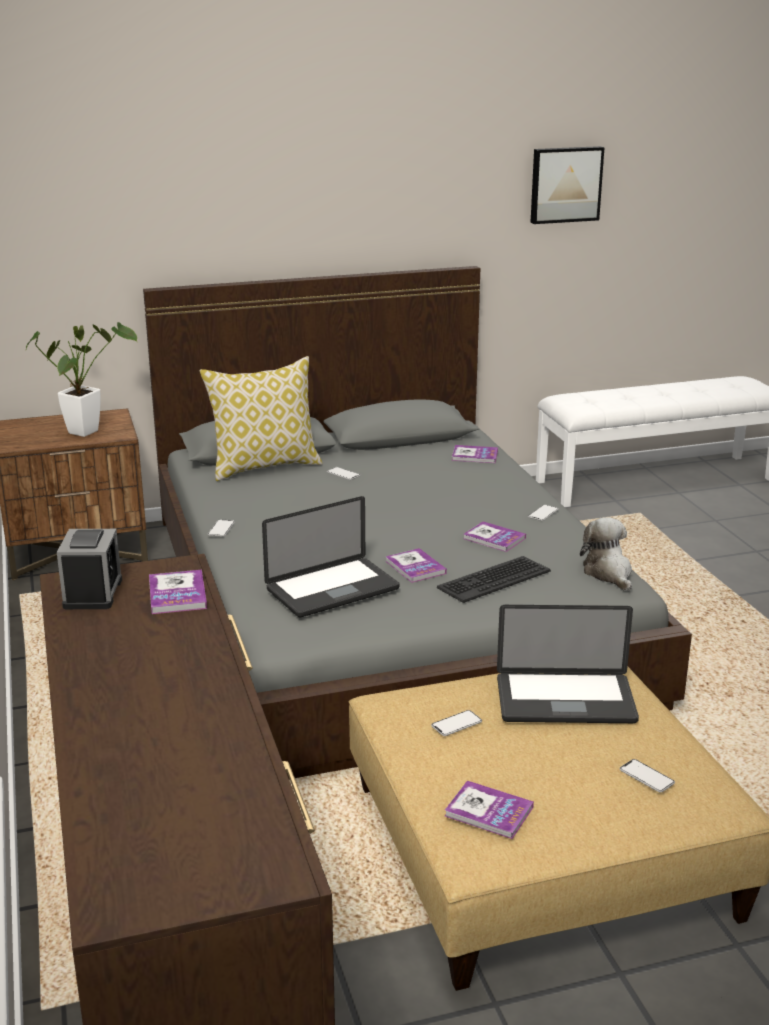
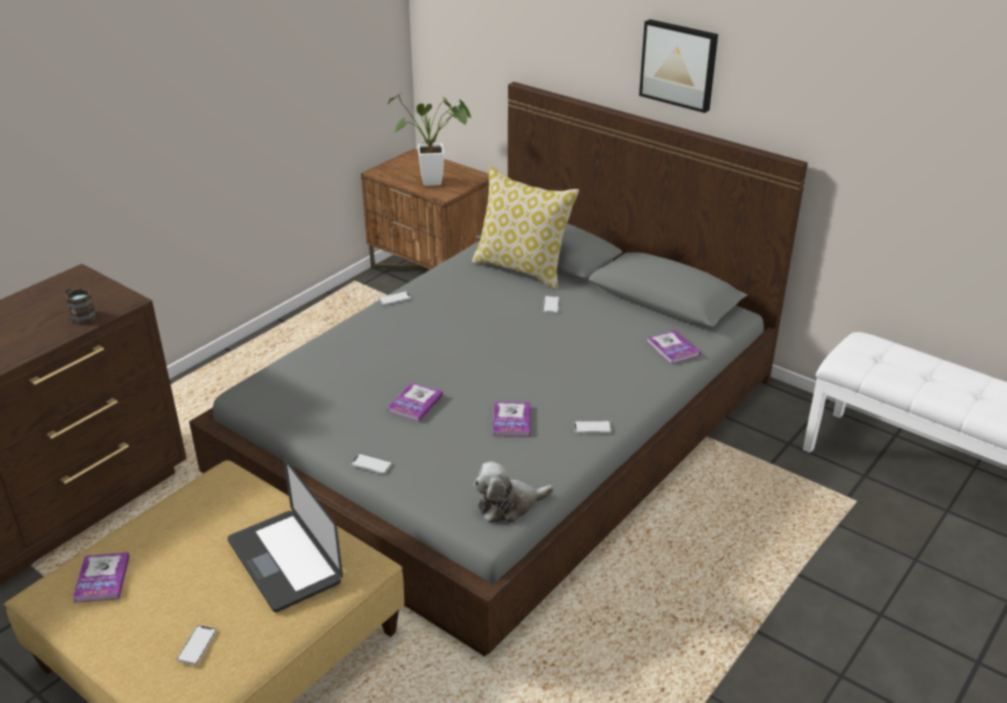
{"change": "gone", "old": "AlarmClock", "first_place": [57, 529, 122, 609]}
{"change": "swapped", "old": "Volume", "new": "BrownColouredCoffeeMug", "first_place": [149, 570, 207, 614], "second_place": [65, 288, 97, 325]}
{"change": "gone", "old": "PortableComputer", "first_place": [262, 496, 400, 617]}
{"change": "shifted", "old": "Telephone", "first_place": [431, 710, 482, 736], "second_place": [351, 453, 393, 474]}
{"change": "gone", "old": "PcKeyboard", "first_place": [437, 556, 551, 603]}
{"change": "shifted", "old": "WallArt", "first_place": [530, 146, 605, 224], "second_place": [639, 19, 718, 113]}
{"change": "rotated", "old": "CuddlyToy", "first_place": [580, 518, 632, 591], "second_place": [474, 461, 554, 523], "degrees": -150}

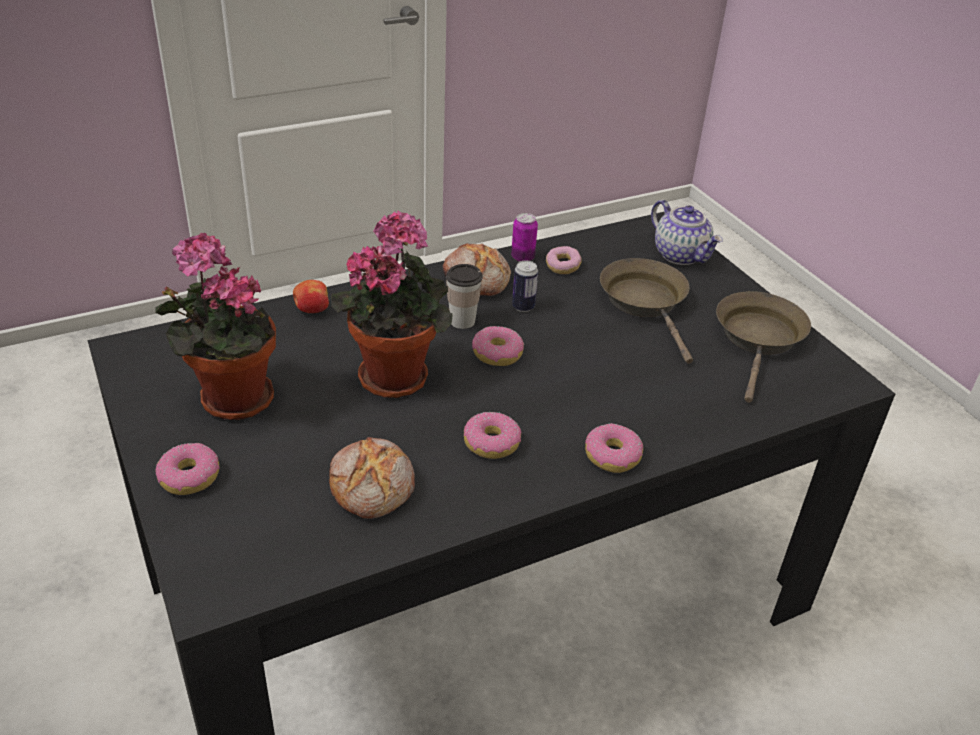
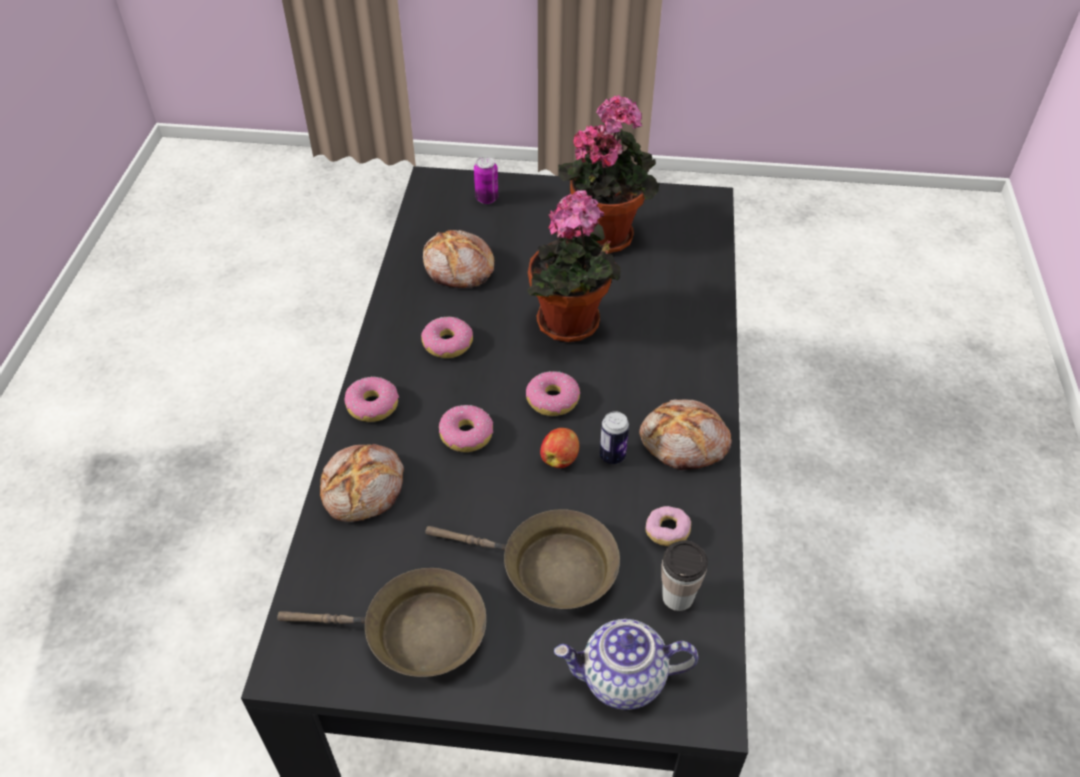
{"change": "shifted", "old": "Doughnut", "first_place": [156, 443, 220, 495], "second_place": [439, 405, 493, 452]}
{"change": "shifted", "old": "WholeApple", "first_place": [293, 280, 329, 313], "second_place": [540, 428, 579, 468]}
{"change": "shifted", "old": "Cup", "first_place": [446, 264, 483, 329], "second_place": [662, 541, 708, 611]}
{"change": "shifted", "old": "SealedCan", "first_place": [511, 213, 538, 262], "second_place": [474, 157, 498, 204]}
{"change": "rotated", "old": "BrownColouredFryingPan", "first_place": [716, 291, 811, 403], "second_place": [277, 568, 486, 677], "degrees": -45}
{"change": "new", "new": "Bread", "second_place": [320, 444, 404, 522]}

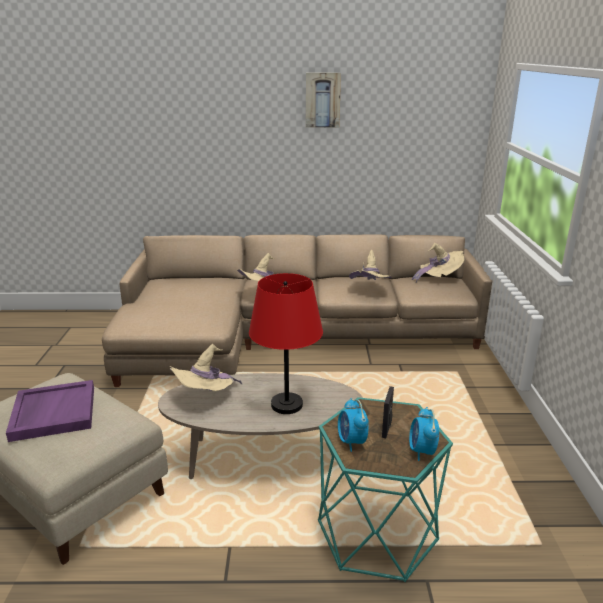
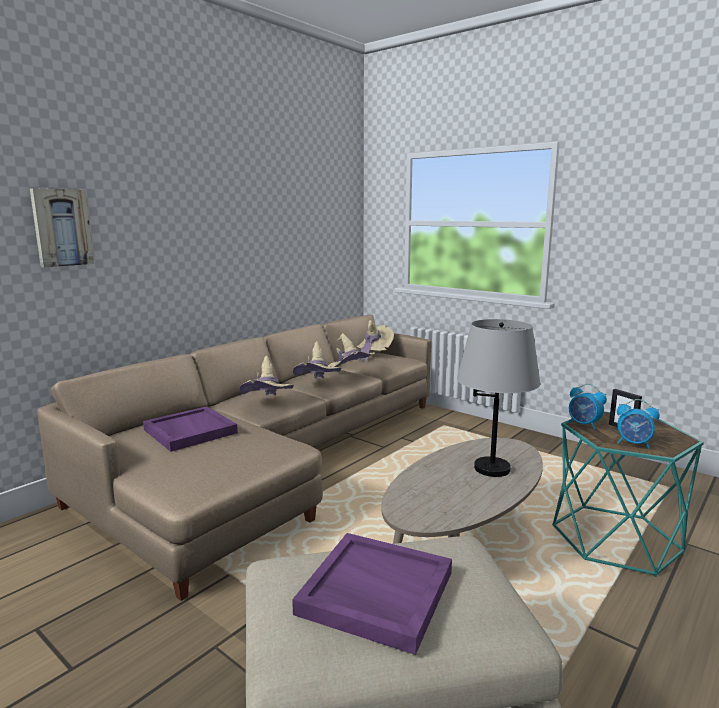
{"change": "shifted", "old": "BeigeClothingHat", "first_place": [170, 344, 242, 391], "second_place": [293, 341, 341, 379]}
{"change": "repainted", "old": "ReddishTableLamp", "new": "GrayTableLamp", "first_place": [249, 273, 323, 414], "second_place": [457, 319, 540, 477]}
{"change": "shifted", "old": "WallArt", "first_place": [306, 73, 341, 127], "second_place": [30, 188, 94, 268]}
{"change": "shifted", "old": "AlarmClock", "first_place": [409, 407, 439, 461], "second_place": [568, 384, 607, 430]}
{"change": "new", "new": "PurplishTray", "second_place": [143, 406, 238, 452]}

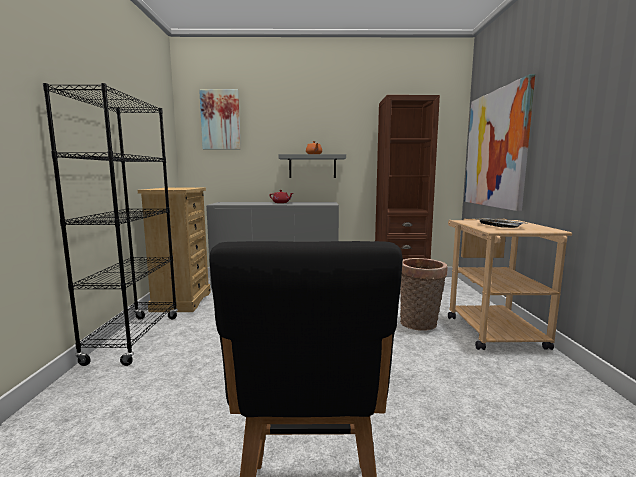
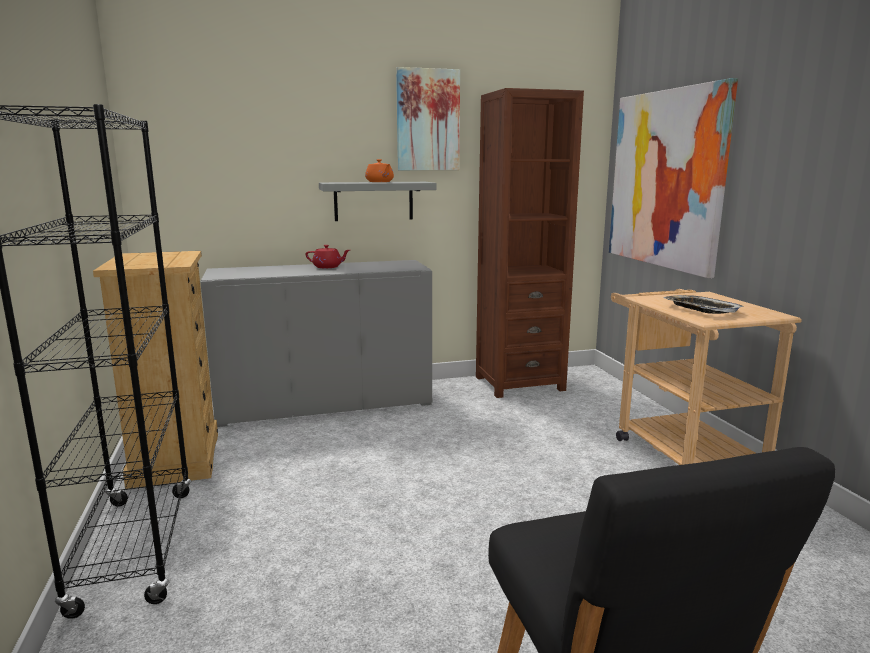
{"change": "shifted", "old": "WallArt", "first_place": [199, 89, 241, 149], "second_place": [396, 67, 460, 170]}
{"change": "gone", "old": "HouseholdBasket", "first_place": [400, 258, 448, 331]}

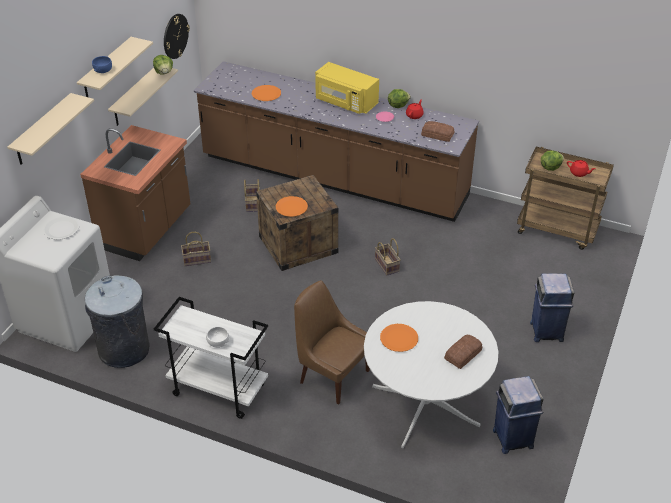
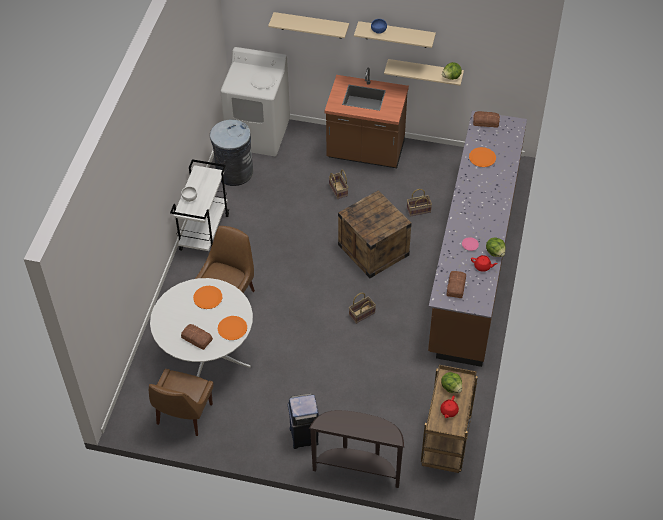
{"change": "gone", "old": "ClockOnTheWall", "first_place": [164, 14, 190, 59]}
{"change": "shifted", "old": "OrangePlate", "first_place": [276, 196, 308, 217], "second_place": [218, 316, 247, 340]}
{"change": "gone", "old": "YellowKitchenMicrowave", "first_place": [315, 62, 379, 114]}
{"change": "swapped", "old": "BlueColouredTrashCan", "new": "BrownColouredPlainChair", "first_place": [493, 376, 544, 454], "second_place": [149, 369, 213, 436]}
{"change": "new", "new": "BrownColouredConsoleTable", "second_place": [309, 410, 404, 488]}
{"change": "new", "new": "Bread", "second_place": [473, 111, 500, 128]}

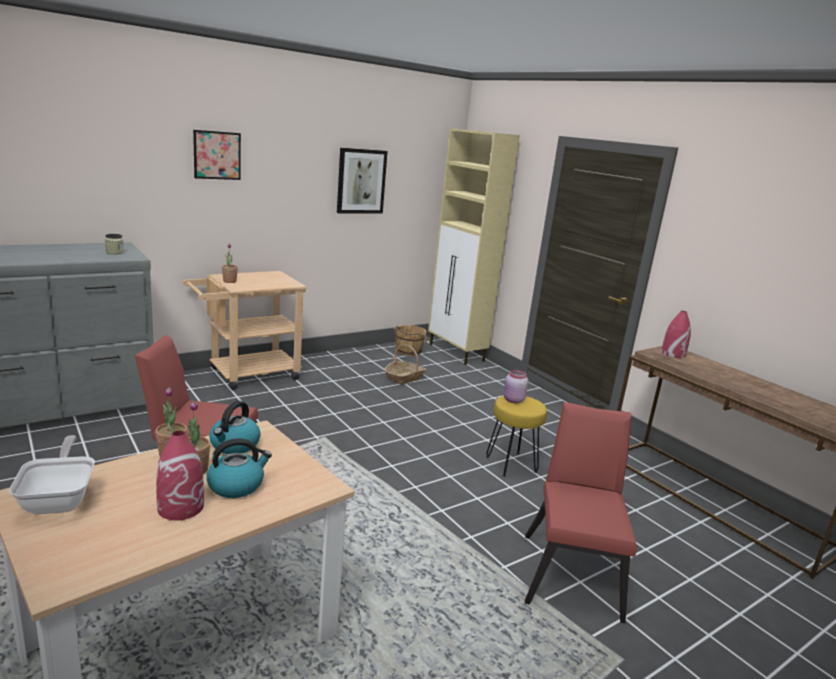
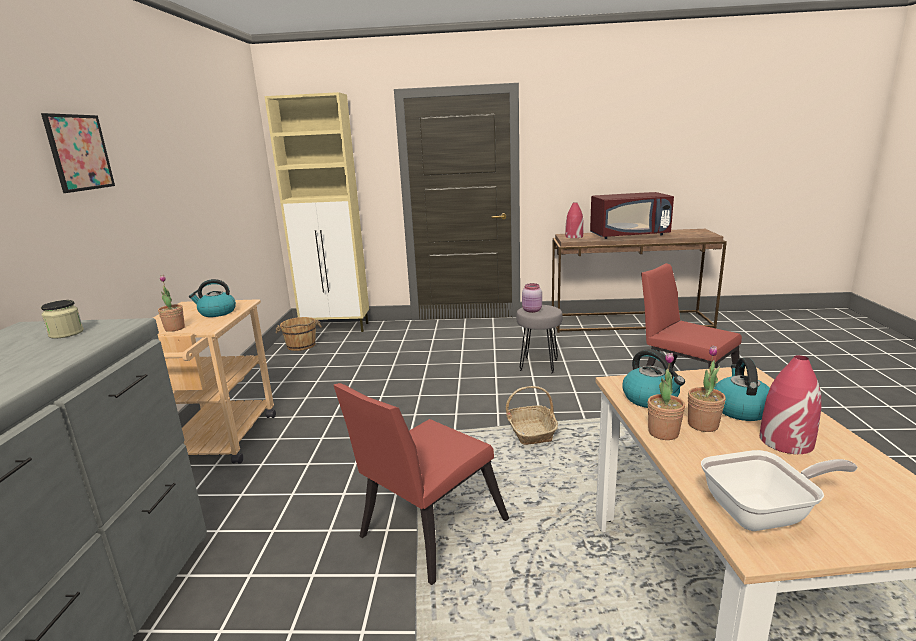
{"change": "rotated", "old": "FryingPan", "first_place": [9, 435, 95, 514], "second_place": [701, 450, 858, 531], "degrees": 150}
{"change": "gone", "old": "WallArt", "first_place": [337, 148, 388, 214]}
{"change": "shifted", "old": "HouseholdBasket", "first_place": [384, 344, 426, 385], "second_place": [506, 386, 558, 445]}
{"change": "repainted", "old": "YellowStool", "new": "GrayStool", "first_place": [486, 396, 547, 477], "second_place": [516, 305, 562, 374]}
{"change": "new", "new": "TeaKettle", "second_place": [189, 279, 236, 317]}
{"change": "new", "new": "ReddishKitchenMicrowave", "second_place": [590, 192, 674, 239]}

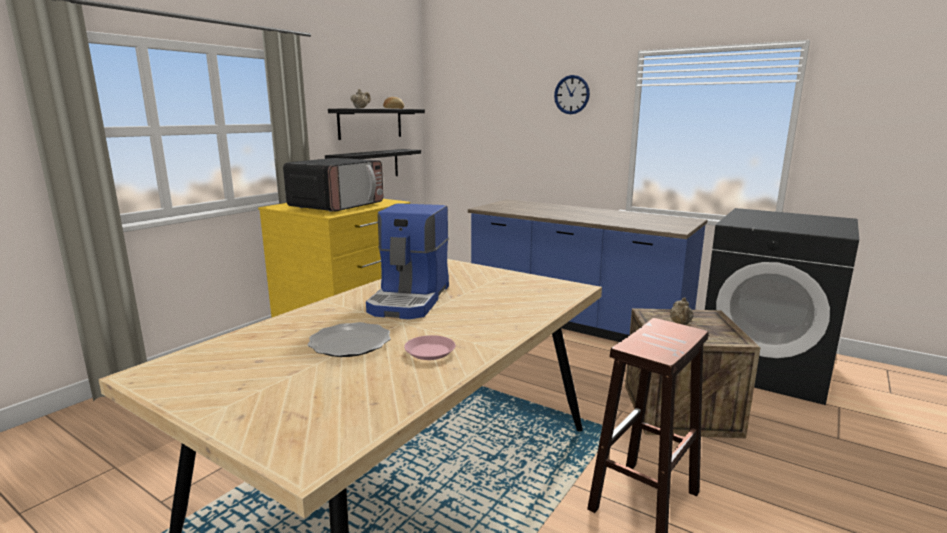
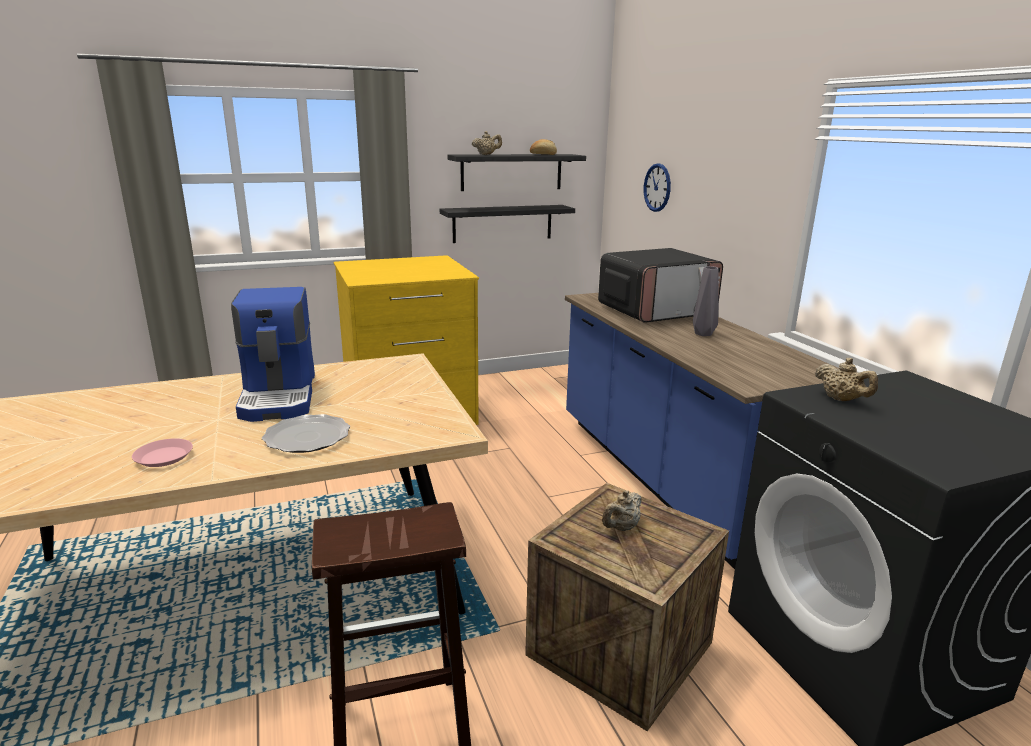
{"change": "shifted", "old": "KitchenMicrowave", "first_place": [283, 158, 383, 212], "second_place": [598, 248, 723, 323]}
{"change": "shifted", "old": "Plate", "first_place": [308, 322, 391, 357], "second_place": [262, 414, 350, 453]}
{"change": "rotated", "old": "CoffeeMachine", "first_place": [366, 203, 449, 319], "second_place": [231, 287, 315, 422], "degrees": -60}
{"change": "shifted", "old": "ClockOnTheWall", "first_place": [554, 75, 590, 114], "second_place": [644, 163, 671, 212]}
{"change": "new", "new": "GrayFlowerVase", "second_place": [693, 266, 719, 336]}
{"change": "new", "new": "BeigePotForTea", "second_place": [815, 358, 878, 401]}

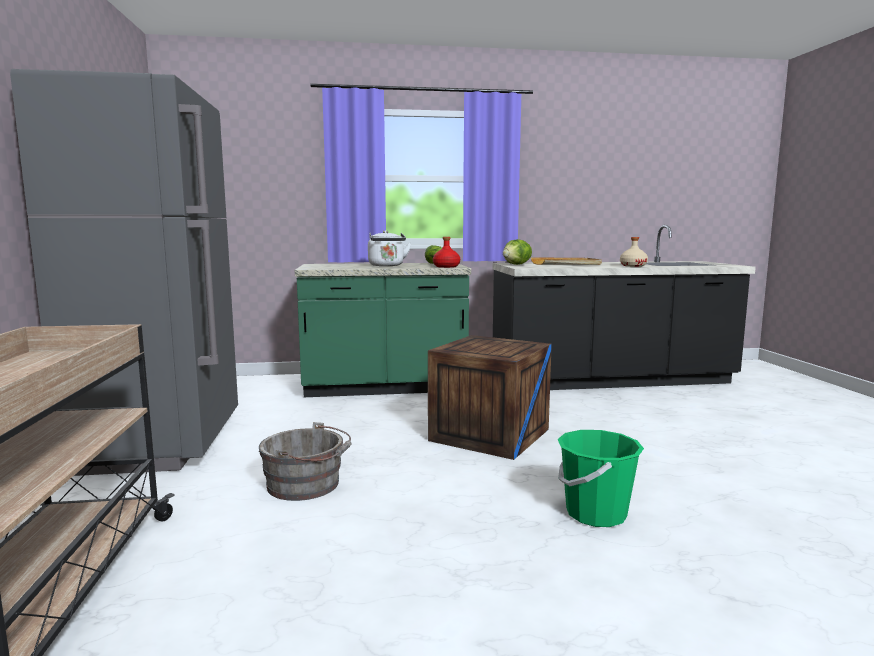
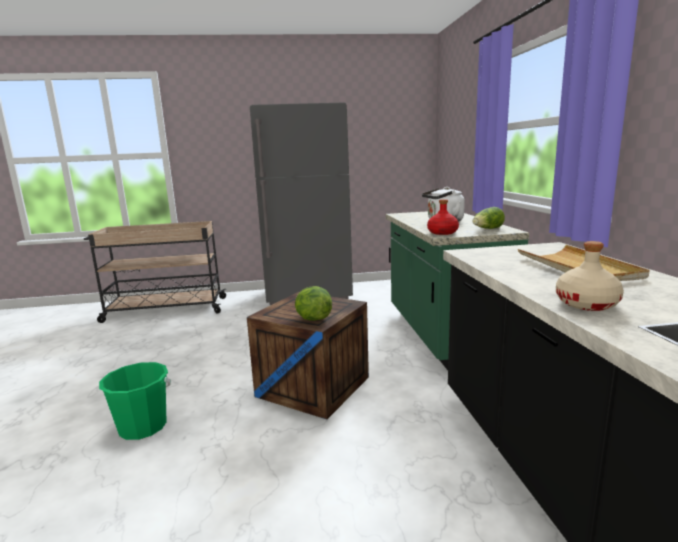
{"change": "gone", "old": "GrayWaterBucket", "first_place": [259, 422, 352, 501]}
{"change": "shifted", "old": "Lettuce", "first_place": [503, 239, 532, 265], "second_place": [295, 286, 332, 321]}

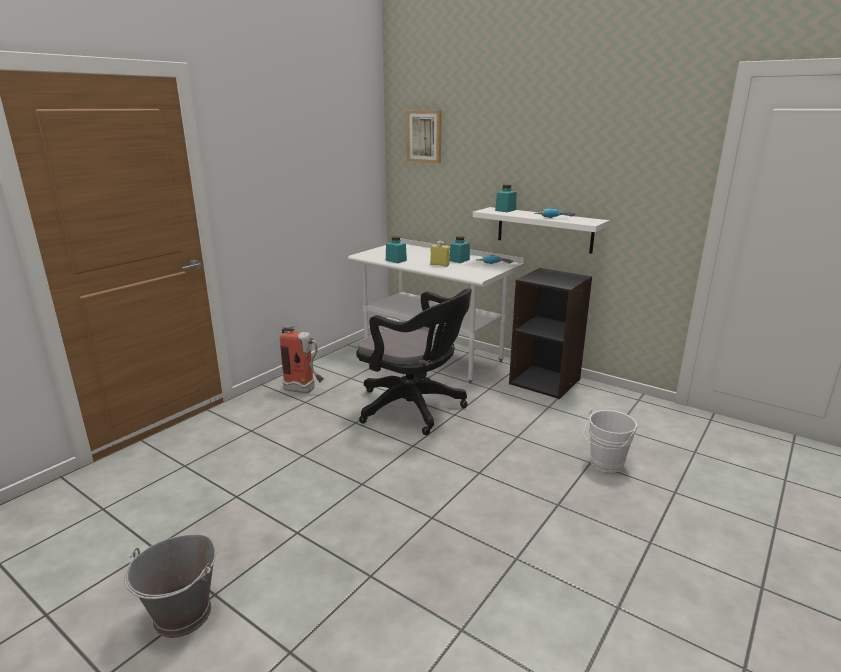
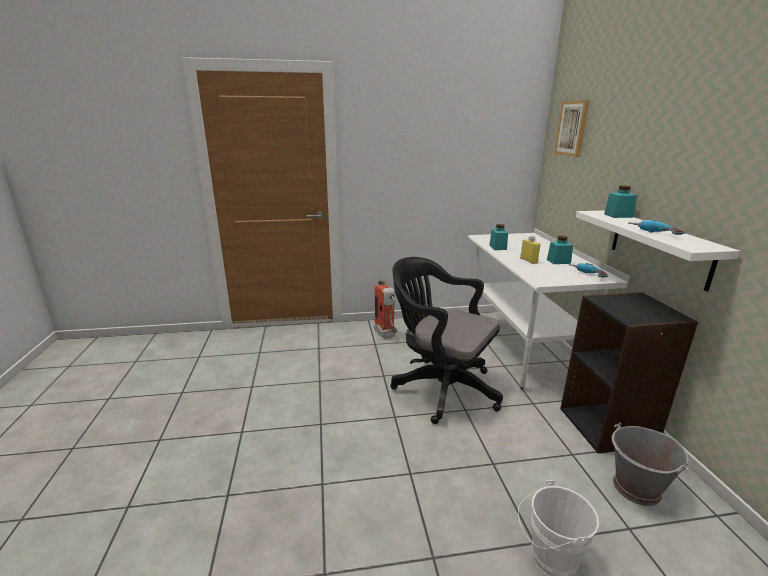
{"change": "shifted", "old": "GrayWaterBucket", "first_place": [124, 534, 216, 638], "second_place": [612, 422, 688, 506]}
{"change": "rotated", "old": "BlackDeskChair", "first_place": [356, 289, 472, 435], "second_place": [390, 257, 503, 424], "degrees": 135}

